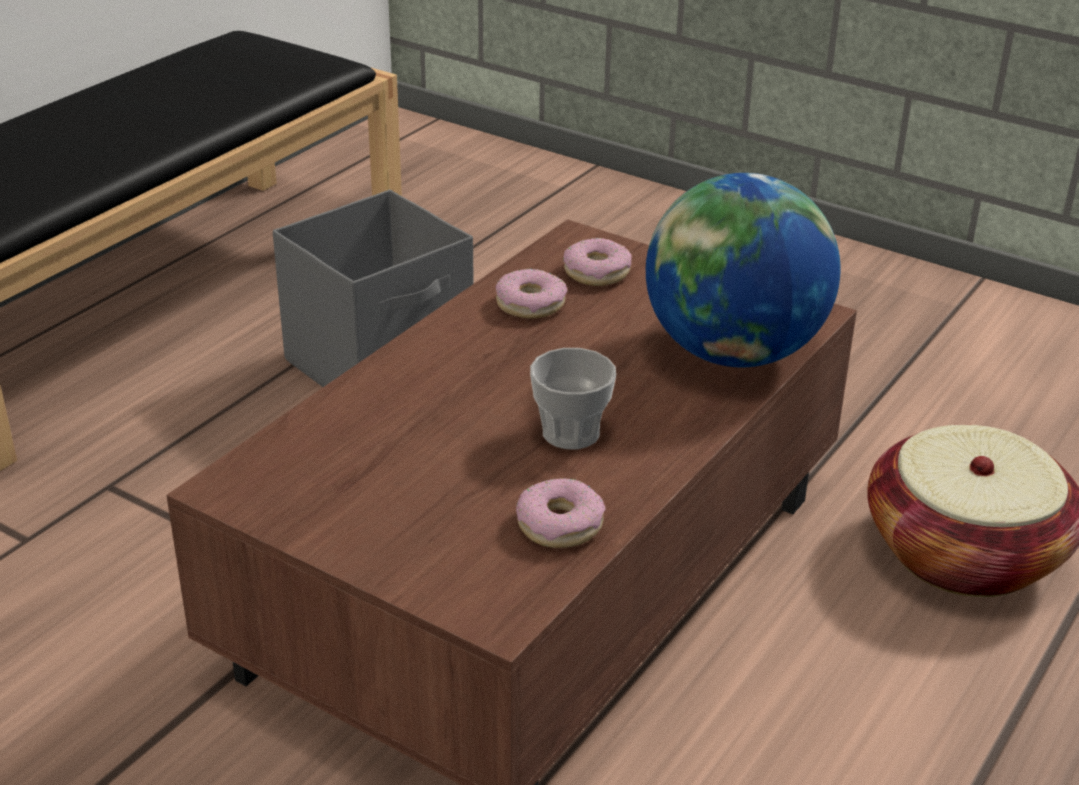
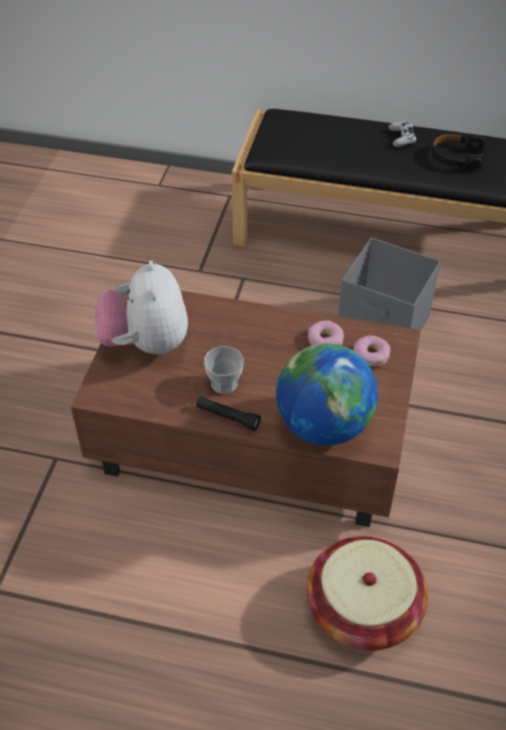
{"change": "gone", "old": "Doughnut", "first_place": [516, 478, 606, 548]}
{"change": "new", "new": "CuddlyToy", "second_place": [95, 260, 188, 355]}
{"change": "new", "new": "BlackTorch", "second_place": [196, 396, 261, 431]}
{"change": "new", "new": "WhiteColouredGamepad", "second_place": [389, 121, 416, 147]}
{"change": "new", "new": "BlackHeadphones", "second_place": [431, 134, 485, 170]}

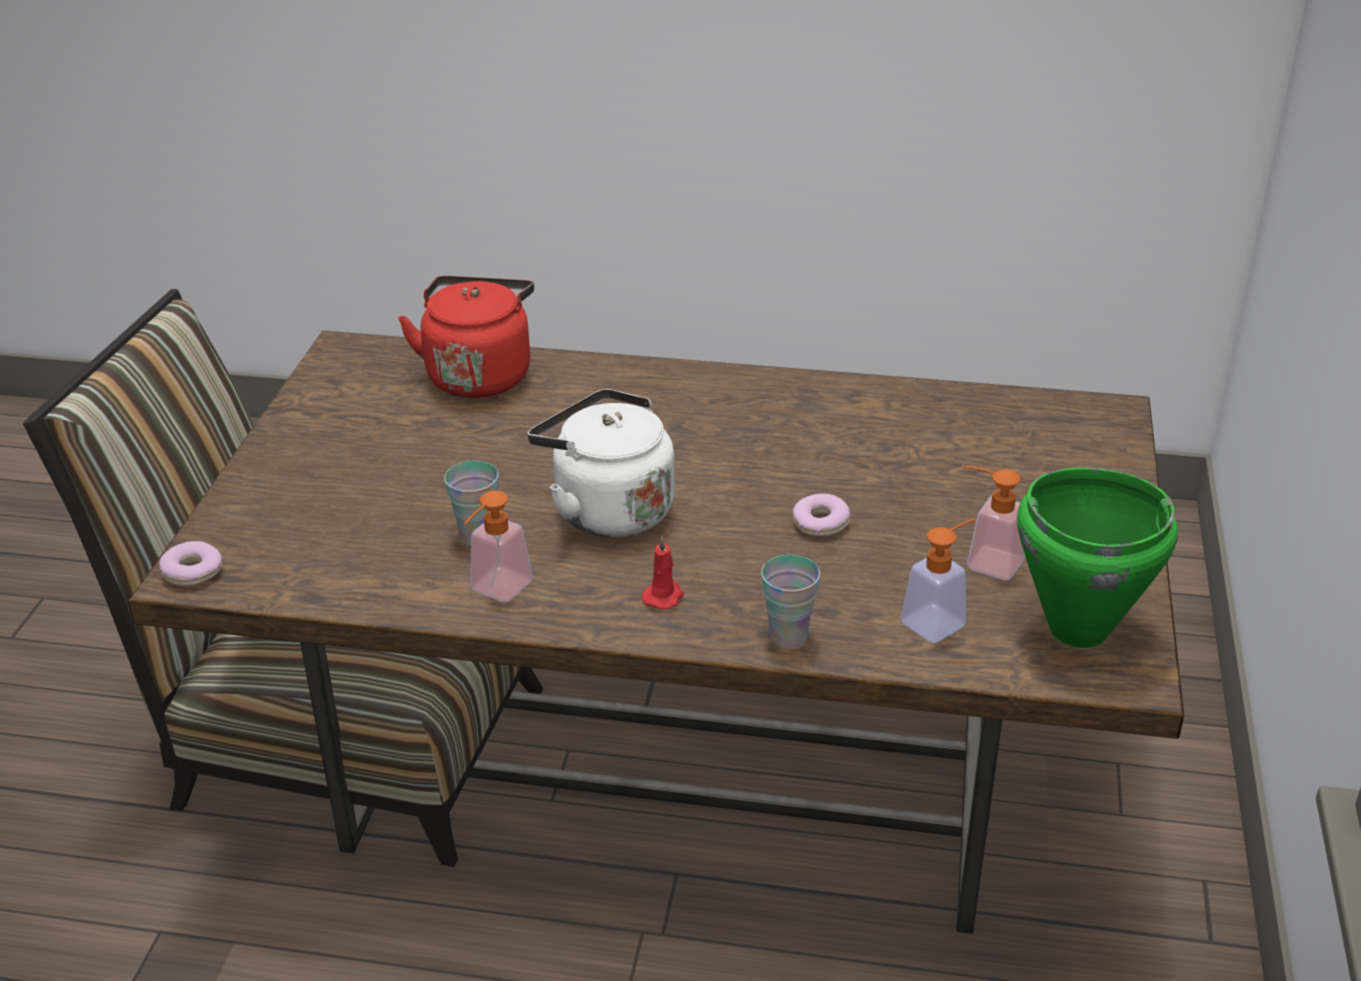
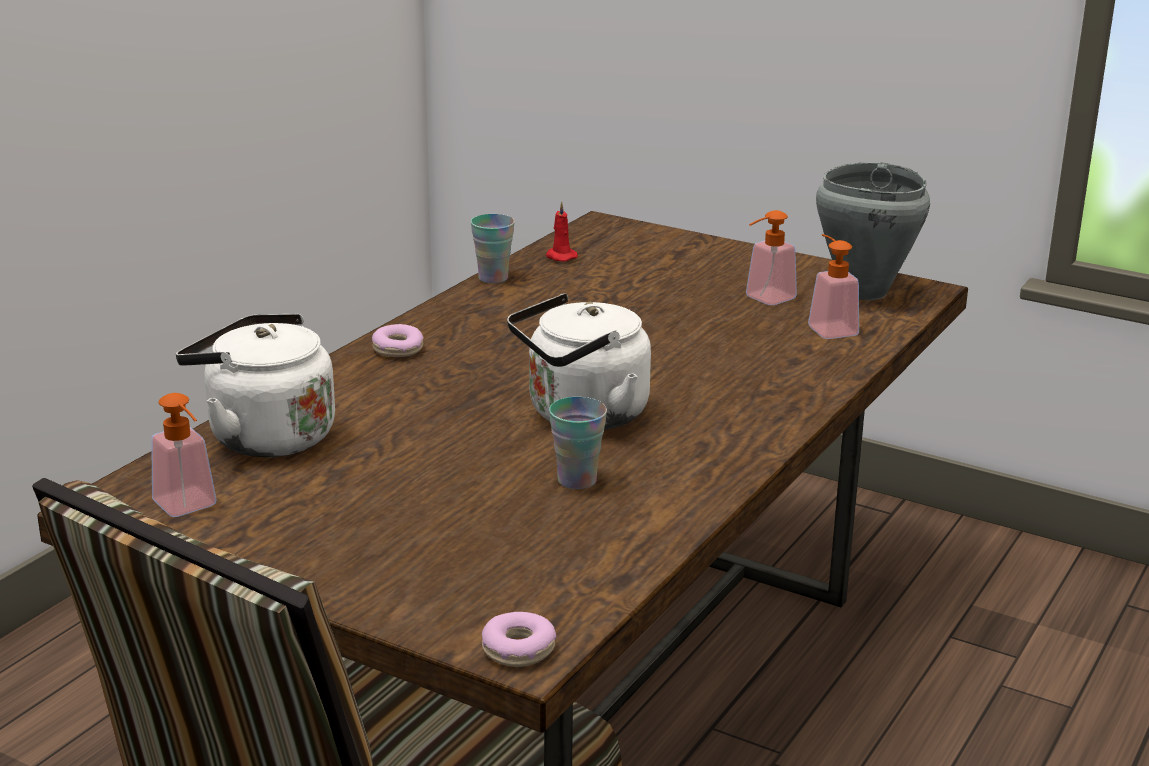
{"change": "repainted", "old": "ReddishTeaKettle", "new": "WhiteColouredTeaKettle", "first_place": [398, 276, 534, 398], "second_place": [176, 314, 335, 457]}
{"change": "shifted", "old": "SoapBottle", "first_place": [464, 491, 533, 603], "second_place": [151, 393, 217, 517]}
{"change": "shifted", "old": "ReddishCandle", "first_place": [642, 536, 684, 610], "second_place": [546, 201, 578, 262]}
{"change": "shifted", "old": "Cup", "first_place": [761, 555, 820, 648], "second_place": [471, 214, 515, 283]}
{"change": "shifted", "old": "Doughnut", "first_place": [793, 494, 850, 537], "second_place": [372, 324, 423, 357]}
{"change": "repainted", "old": "GreenColouredStockpot", "new": "GrayStockpot", "first_place": [1017, 468, 1178, 648], "second_place": [816, 162, 930, 300]}

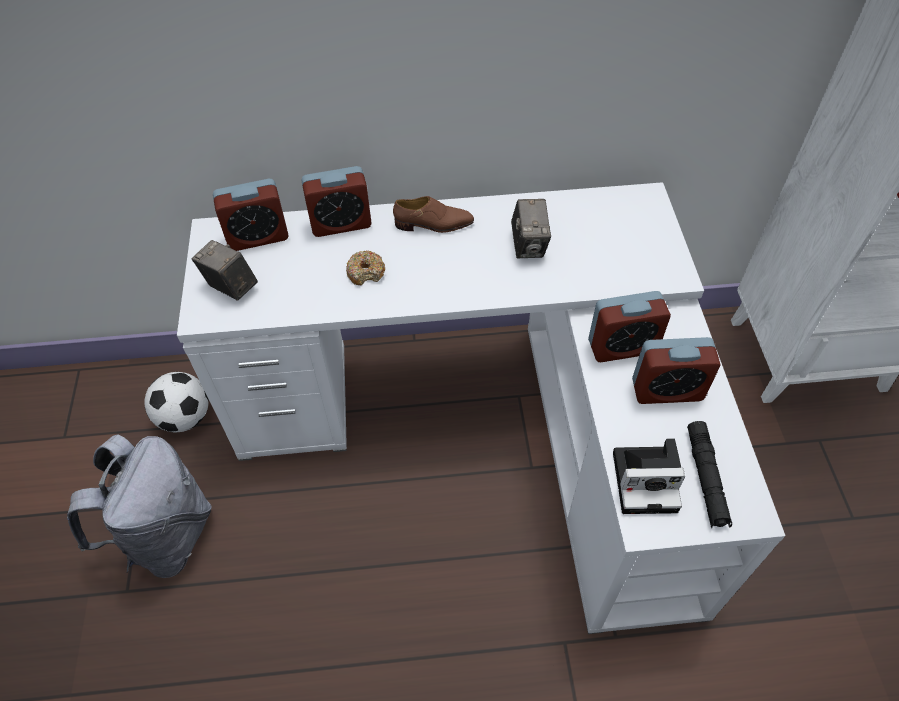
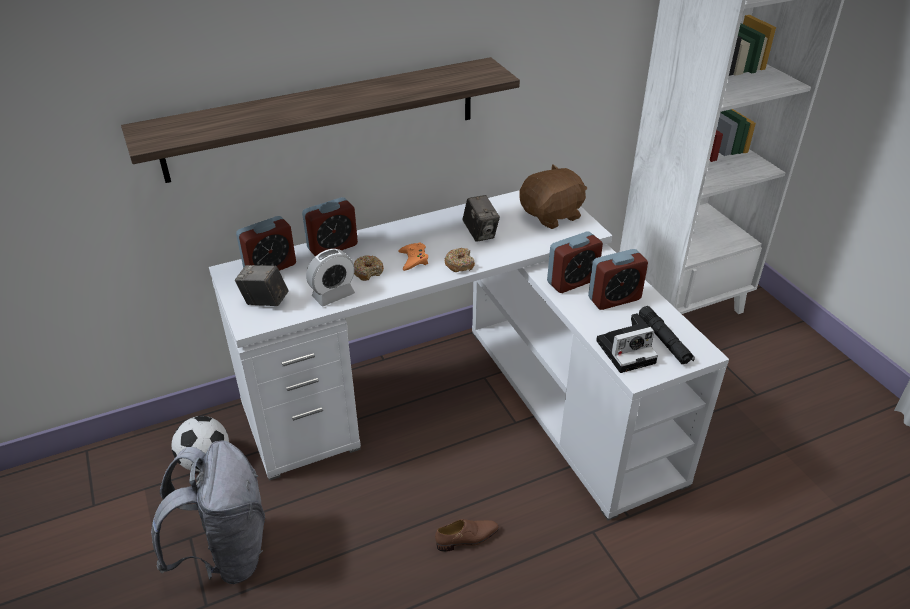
{"change": "shifted", "old": "BrownColouredShoe", "first_place": [393, 196, 474, 233], "second_place": [435, 519, 499, 552]}
{"change": "new", "new": "Shelf", "second_place": [121, 57, 520, 183]}
{"change": "new", "new": "AlarmClock", "second_place": [306, 249, 355, 306]}
{"change": "new", "new": "OrangeGamepad", "second_place": [398, 242, 428, 271]}
{"change": "new", "new": "Doughnut", "second_place": [445, 248, 475, 272]}
{"change": "new", "new": "BrownColouredCuddlyToy", "second_place": [519, 164, 587, 229]}

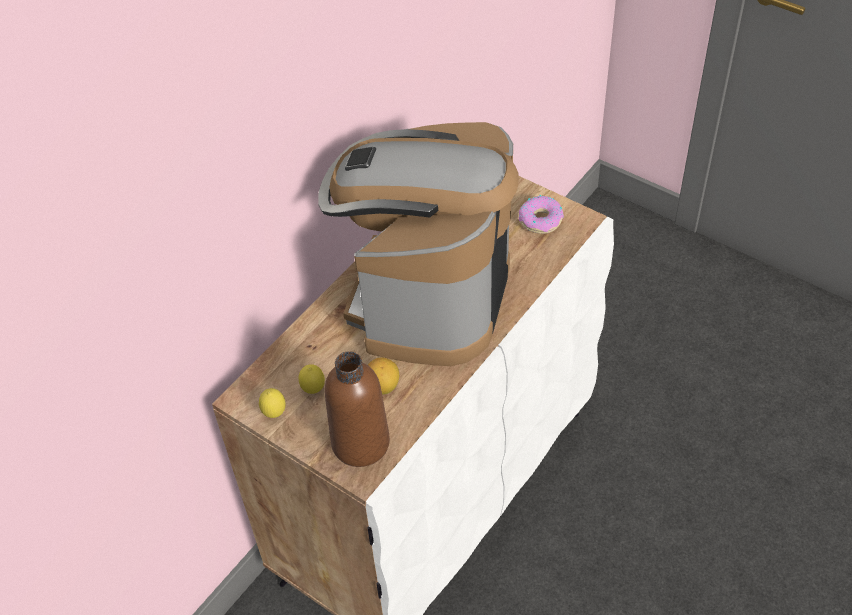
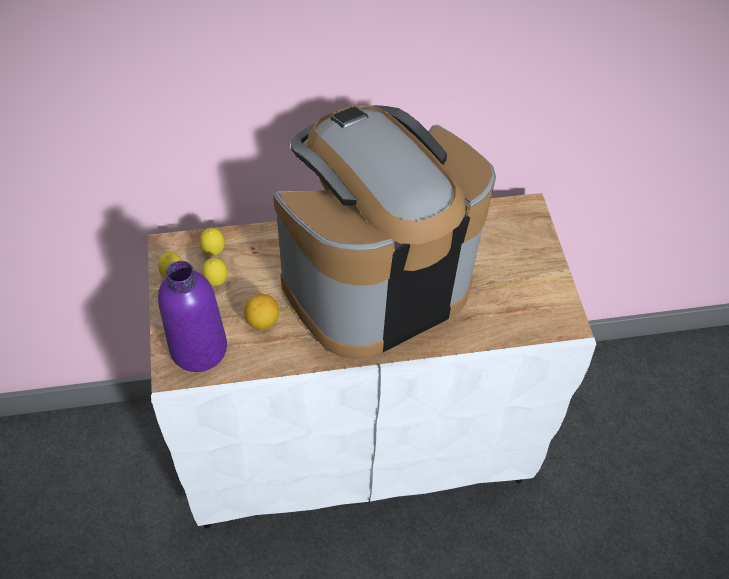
{"change": "repainted", "old": "BrownColouredBottle", "new": "PurplishBottle", "first_place": [325, 351, 390, 467], "second_place": [158, 261, 227, 372]}
{"change": "gone", "old": "Doughnut", "first_place": [519, 195, 564, 234]}
{"change": "new", "new": "CitrusFruit", "second_place": [200, 228, 225, 256]}

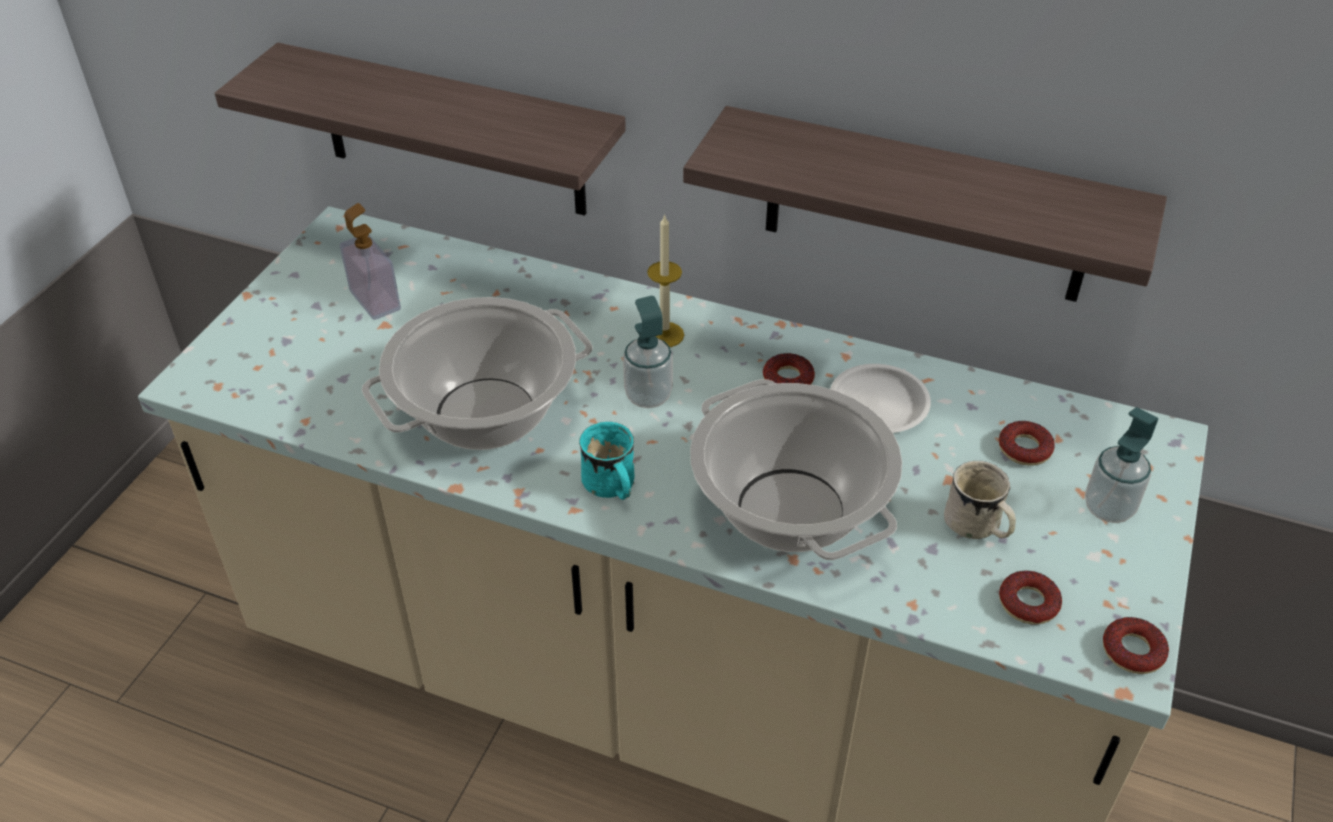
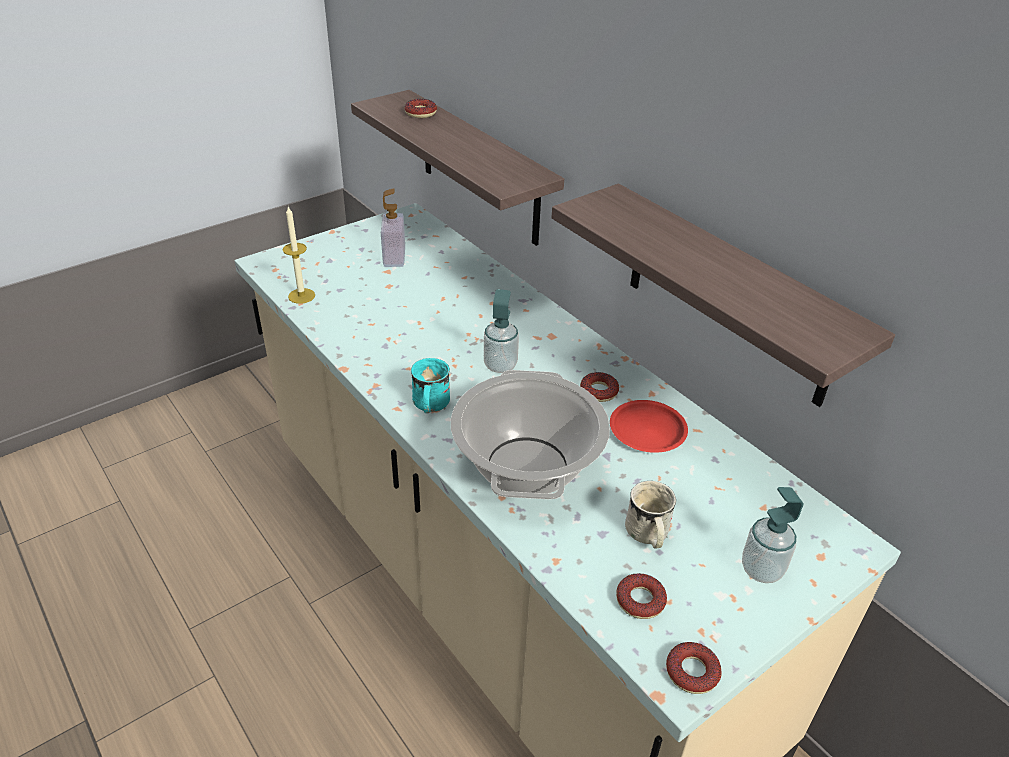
{"change": "gone", "old": "Stockpot", "first_place": [362, 297, 592, 450]}
{"change": "shifted", "old": "Candle", "first_place": [647, 214, 684, 347], "second_place": [283, 207, 315, 304]}
{"change": "repainted", "old": "WhiteColouredPlate", "new": "ReddishPlate", "first_place": [830, 364, 931, 433], "second_place": [610, 400, 688, 453]}
{"change": "shifted", "old": "Doughnut", "first_place": [999, 421, 1055, 466], "second_place": [405, 99, 437, 118]}

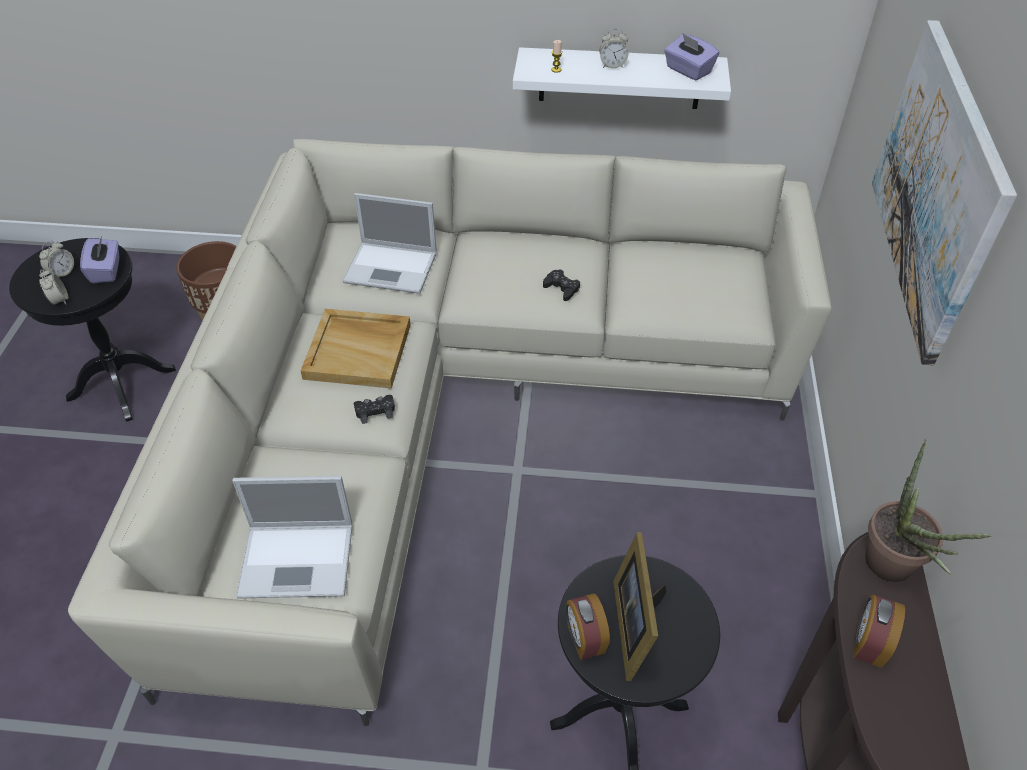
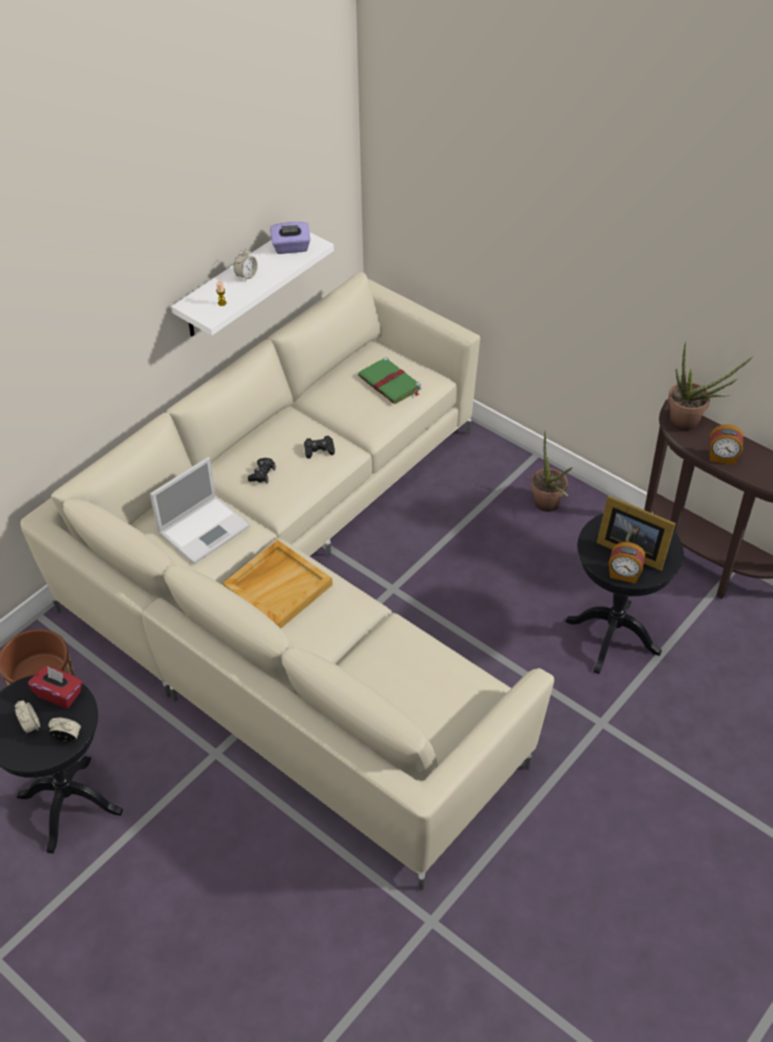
{"change": "repainted", "old": "PurplishTissueBox", "new": "ReddishTissueBox", "first_place": [80, 237, 119, 284], "second_place": [28, 666, 83, 709]}
{"change": "gone", "old": "PortableComputer", "first_place": [232, 476, 352, 598]}
{"change": "shifted", "old": "BlackGamepad", "first_place": [354, 395, 395, 424], "second_place": [248, 458, 276, 484]}
{"change": "rotated", "old": "AlarmClock", "first_place": [853, 594, 905, 668], "second_place": [710, 424, 743, 465], "degrees": -45}
{"change": "gone", "old": "WallArt", "first_place": [872, 20, 1017, 365]}
{"change": "new", "new": "GreenColouredVolume", "second_place": [358, 357, 421, 404]}
{"change": "new", "new": "PlantInAPot", "second_place": [531, 433, 572, 512]}

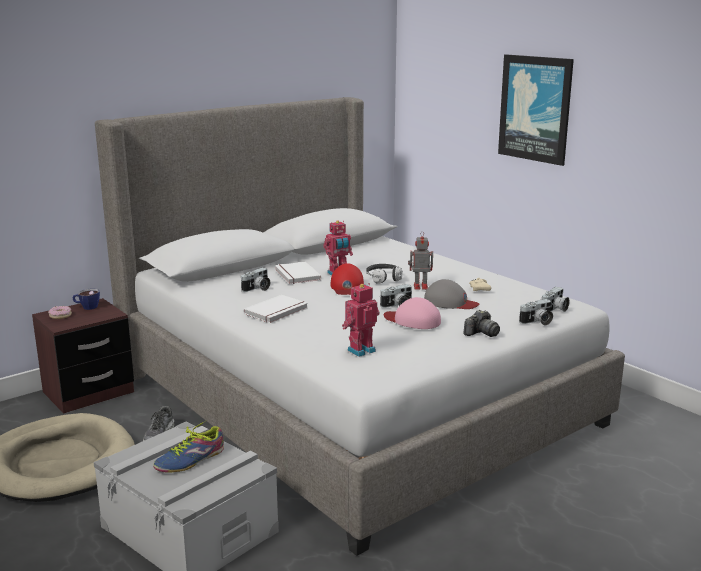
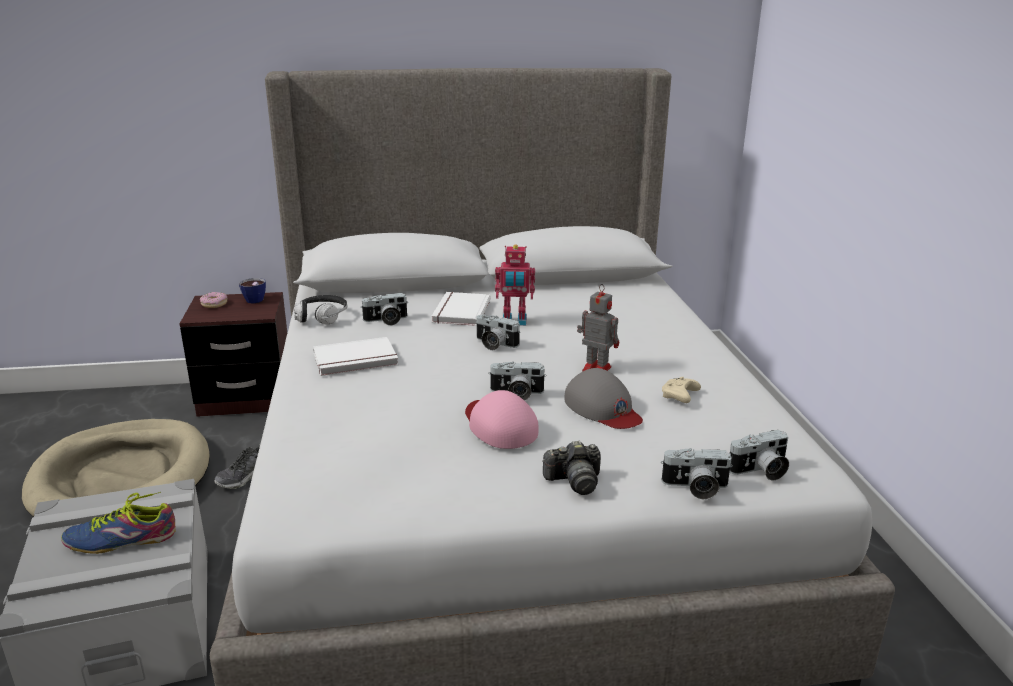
{"change": "swapped", "old": "ReddishBaseballCap", "new": "StillCamera", "first_place": [330, 263, 364, 295], "second_place": [476, 315, 520, 350]}
{"change": "gone", "old": "ToyRobot", "first_place": [342, 283, 379, 357]}
{"change": "shifted", "old": "Headphones", "first_place": [366, 264, 403, 284], "second_place": [294, 295, 347, 325]}
{"change": "gone", "old": "WallArt", "first_place": [498, 54, 574, 166]}

